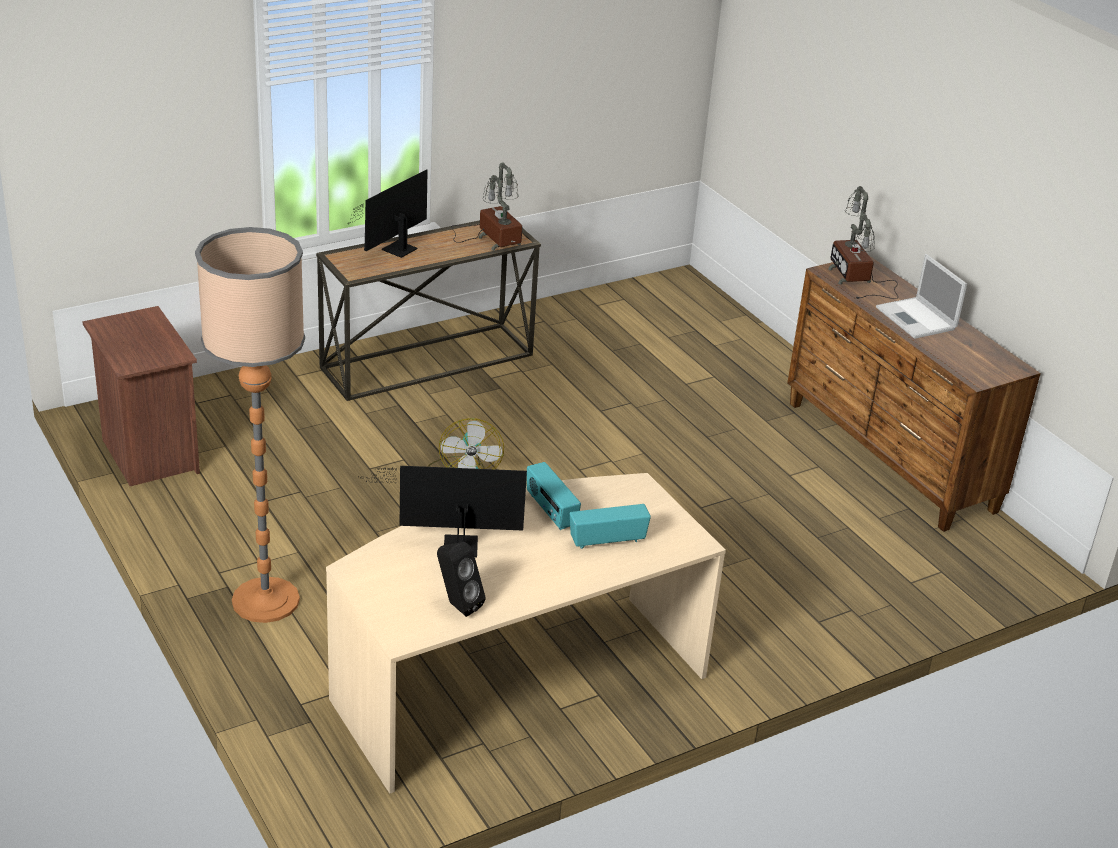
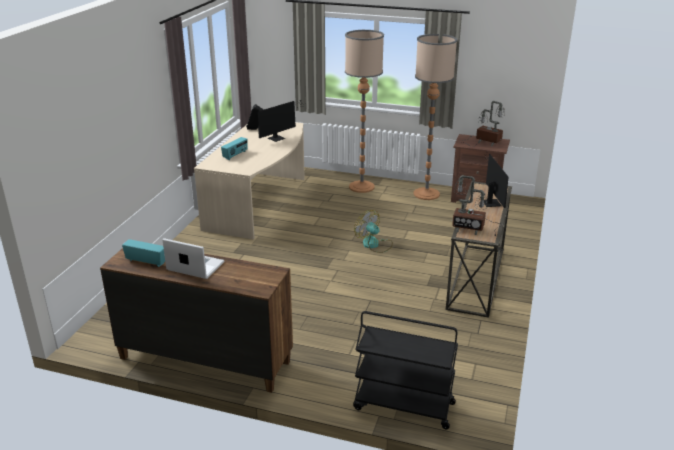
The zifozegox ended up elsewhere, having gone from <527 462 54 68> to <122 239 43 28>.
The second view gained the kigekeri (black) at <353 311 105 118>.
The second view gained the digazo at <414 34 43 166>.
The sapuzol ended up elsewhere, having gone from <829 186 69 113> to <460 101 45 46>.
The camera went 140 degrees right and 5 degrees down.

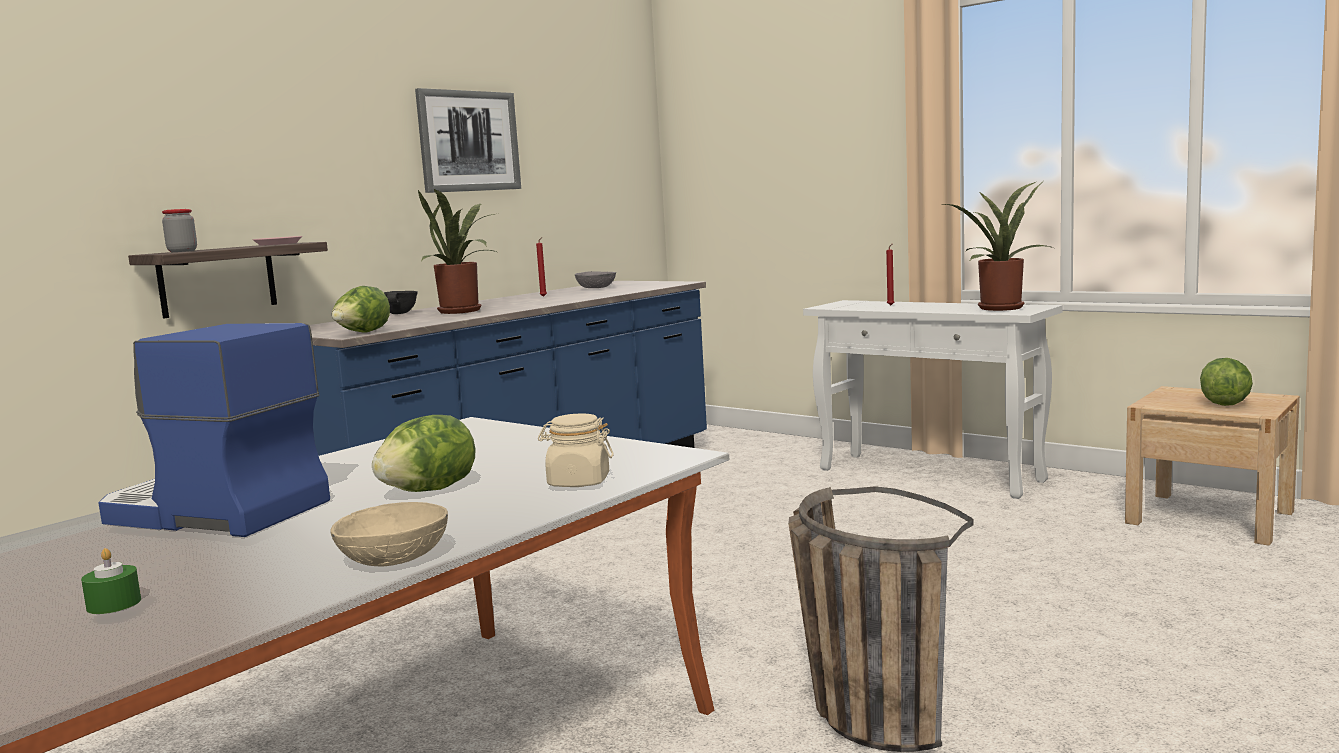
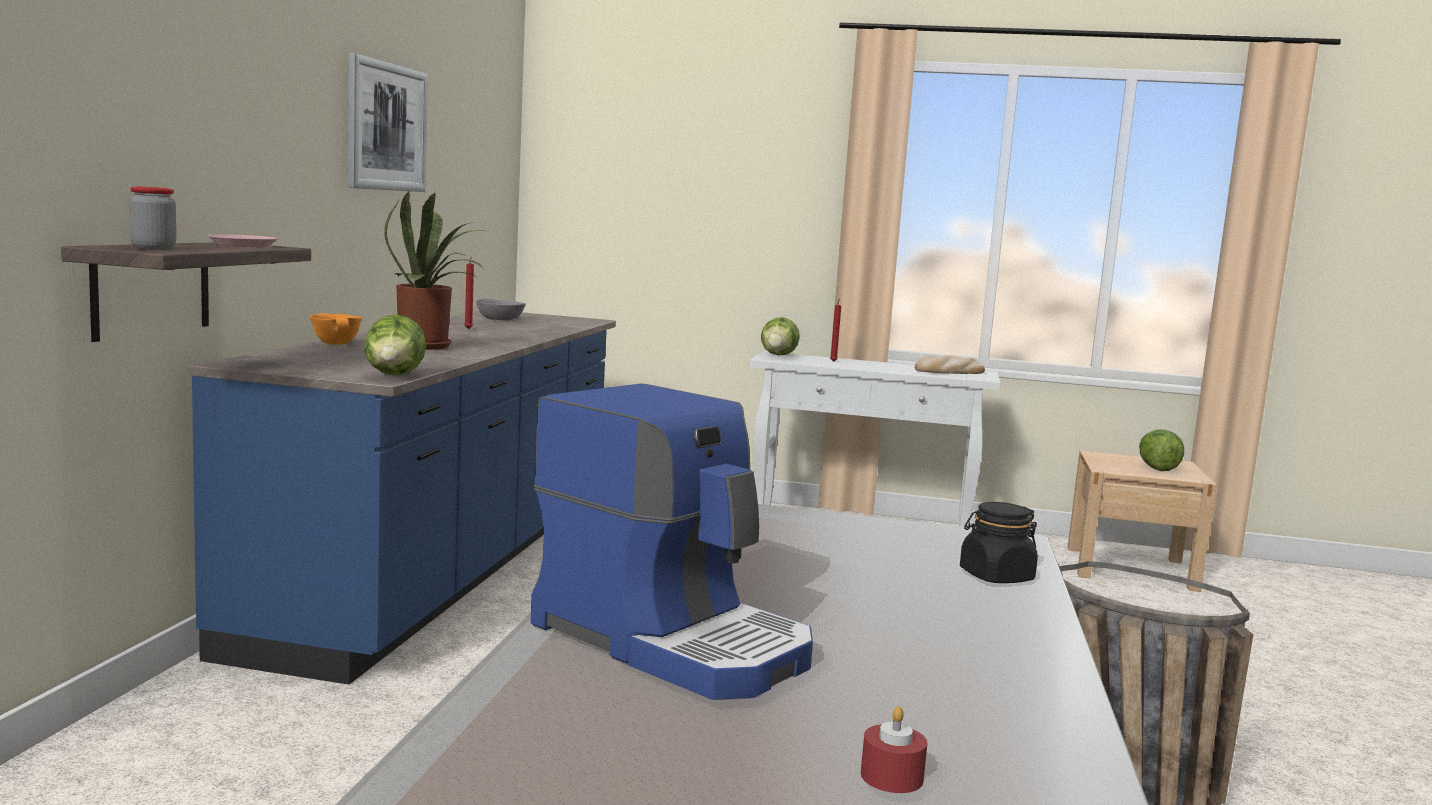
What was the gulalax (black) at <384 291 34 23> turned into the gulalax (orange) at <310 313 52 32>.
The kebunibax at <99 323 231 214> ended up facing another way, 135 degrees counterclockwise from before.
The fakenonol ended up elsewhere, having gone from <372 415 103 77> to <761 317 39 38>.
What was the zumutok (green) at <81 548 60 66> turned into the zumutok (red) at <861 706 66 87>.
Where the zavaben stood at <943 182 110 129>, the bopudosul came to stand at <915 355 70 19>.
What was the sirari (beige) at <538 414 76 73> turned into the sirari (black) at <960 502 78 81>.
The second view lost the gulalax (beige) at <330 502 118 65>.
The camera went 30 degrees left and 0 degrees up.

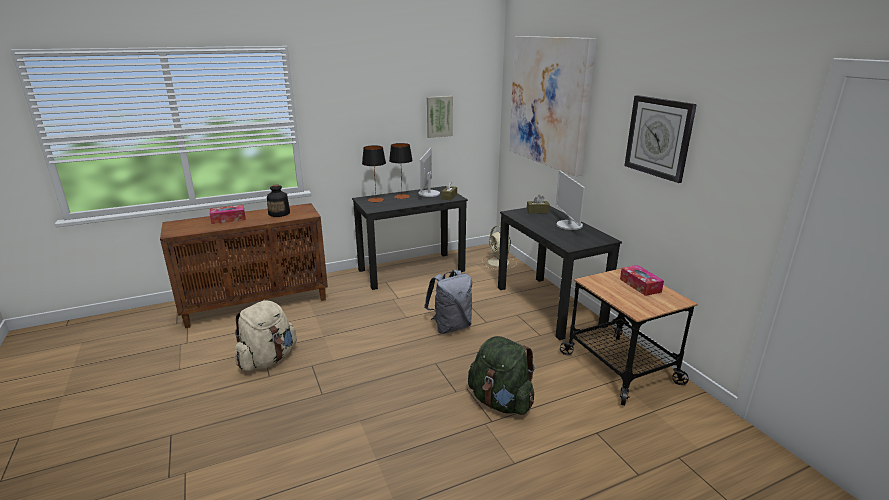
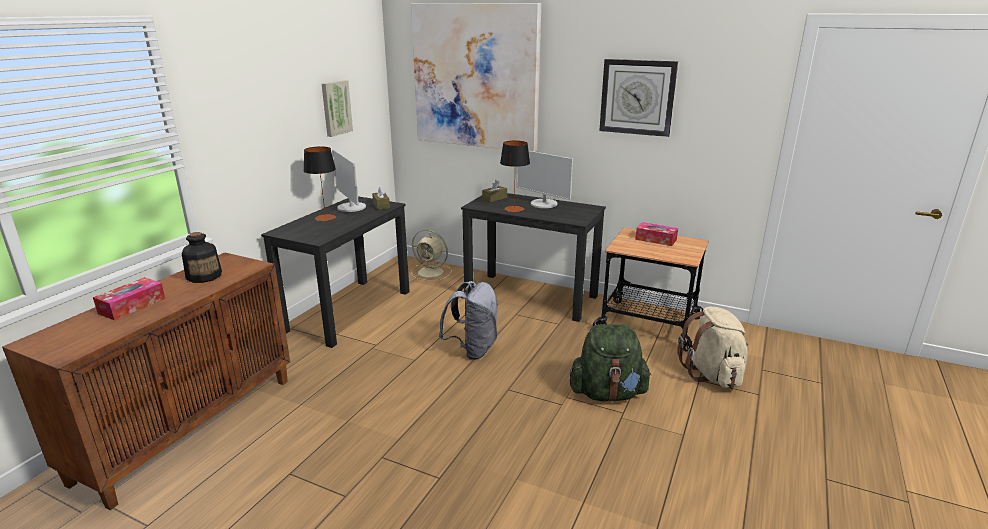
The sapuzol ended up elsewhere, having gone from <362 145 24 57> to <500 141 30 71>.
The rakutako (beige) ended up elsewhere, having gone from <235 300 62 71> to <677 307 71 81>.
The camera went 40 degrees left and 0 degrees up.

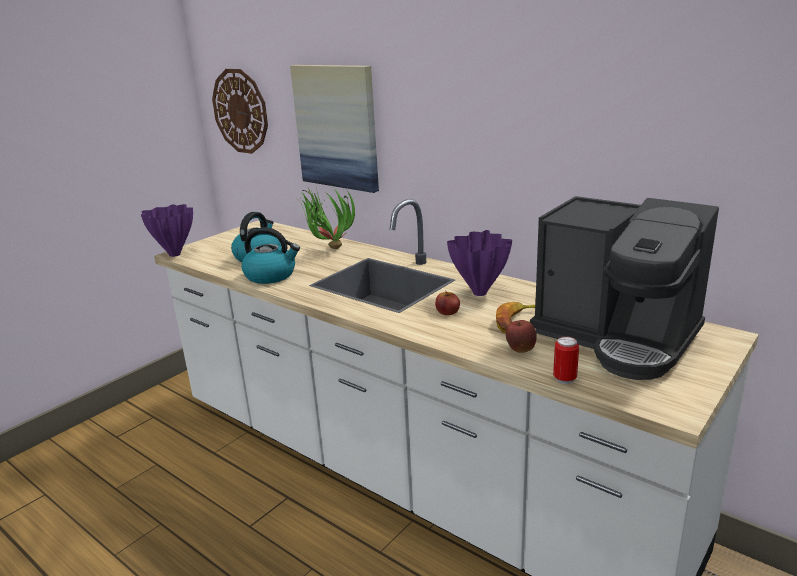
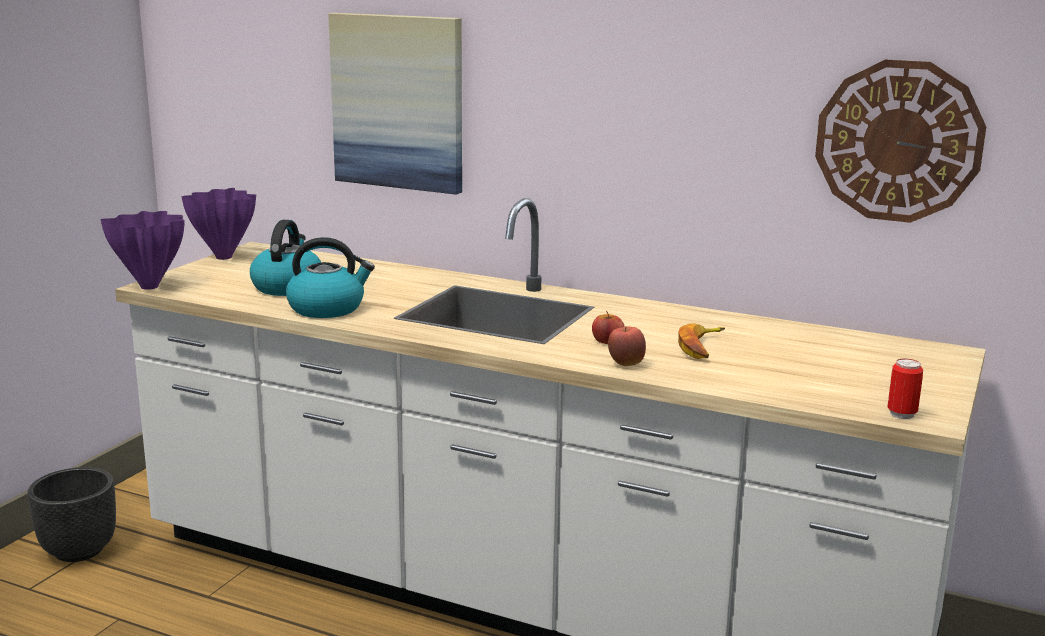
The second view gained the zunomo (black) at <27 467 89 95>.
The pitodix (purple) ended up elsewhere, having gone from <447 230 65 66> to <182 188 74 72>.
The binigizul ended up elsewhere, having gone from <506 320 31 33> to <608 326 38 40>.
The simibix ended up elsewhere, having gone from <212 69 56 85> to <815 60 171 163>.
The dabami ended up elsewhere, having gone from <553 336 26 48> to <888 359 35 60>.
The second view lost the zavaben at <296 185 59 64>.
The second view lost the kebunibax at <530 196 189 184>.
The camera went 15 degrees left and 5 degrees down.

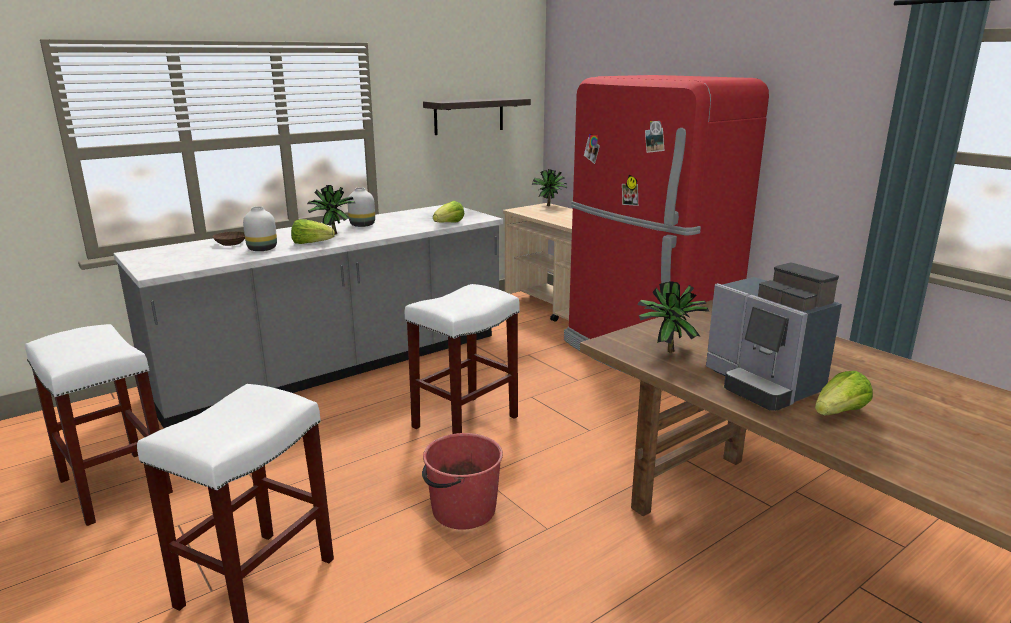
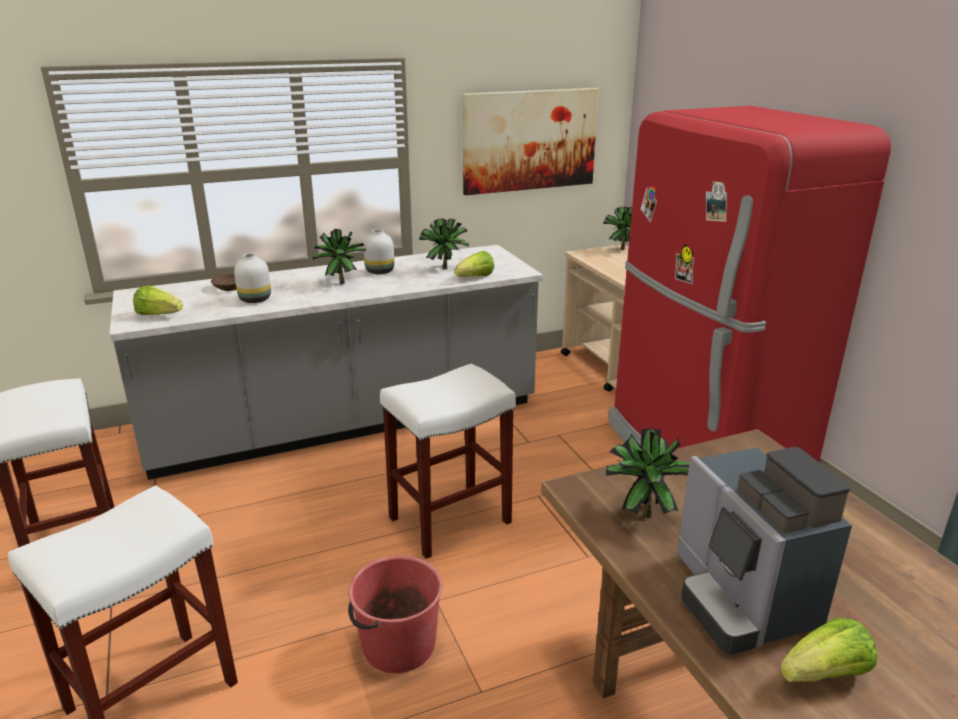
The fakenonol ended up elsewhere, having gone from <291 219 44 25> to <133 286 50 29>.
The second view gained the zavaben at <419 218 51 52>.
Where the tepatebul hung at <423 98 108 37>, the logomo came to hang at <462 88 137 107>.
The camera went 15 degrees right and 5 degrees up.

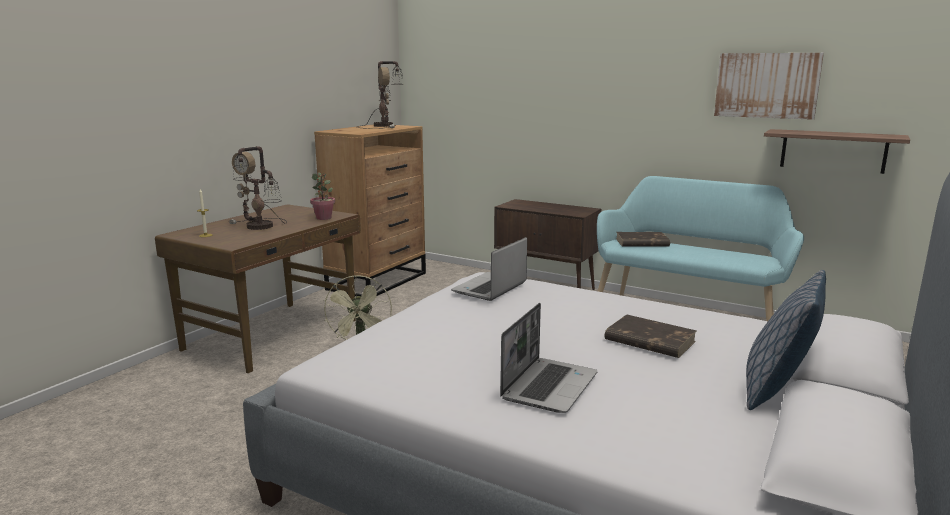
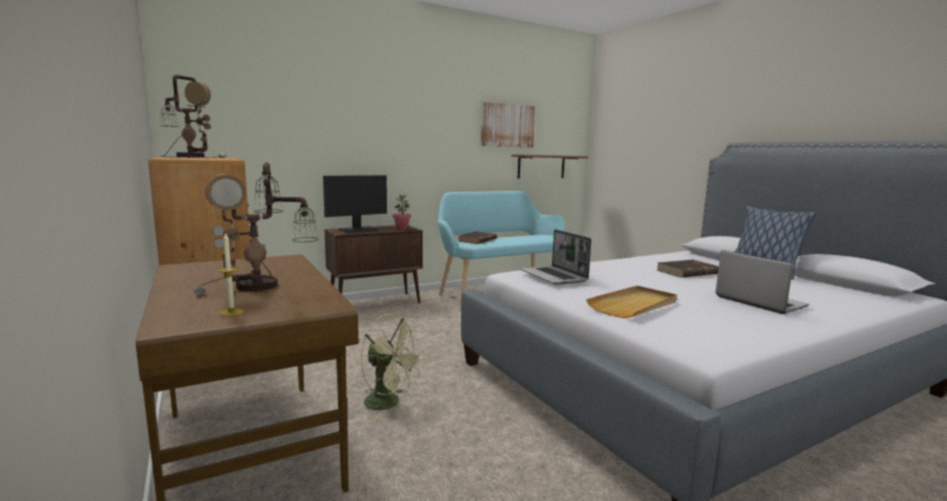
The second view gained the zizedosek at <323 175 64 58>.
The zavaben ended up elsewhere, having gone from <310 172 25 48> to <393 194 18 36>.
The second view gained the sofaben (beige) at <586 286 91 32>.
The camera went 60 degrees left and 5 degrees down.

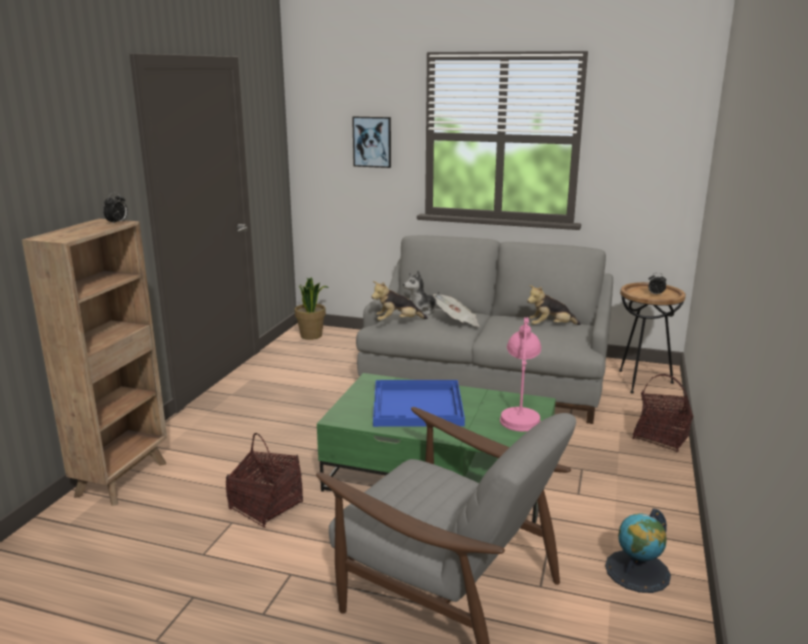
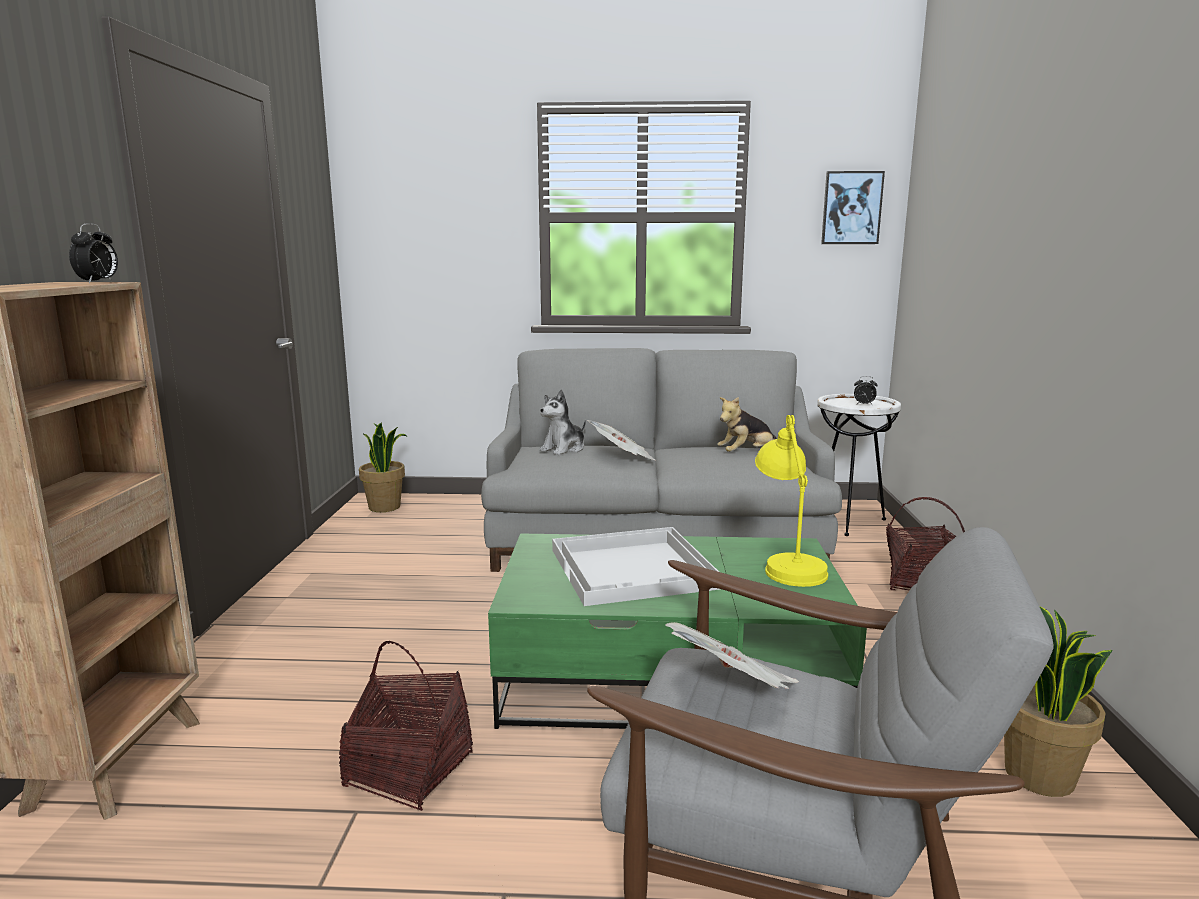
What was the sofaben (blue) at <373 380 92 47> turned into the sofaben (white) at <552 527 167 79>.
The second view gained the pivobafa at <665 622 134 67>.
What was the sapuzol (pink) at <500 317 41 115> turned into the sapuzol (yellow) at <755 415 73 172>.
What was the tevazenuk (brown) at <619 282 67 112> turned into the tevazenuk (white) at <817 394 84 142>.
The logomo ended up elsewhere, having gone from <352 116 39 52> to <821 171 64 73>.
Where the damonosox stood at <605 508 66 85>, the zavaben came to stand at <1004 606 109 191>.
The second view lost the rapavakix at <371 281 57 40>.
The camera went 15 degrees left and 5 degrees down.

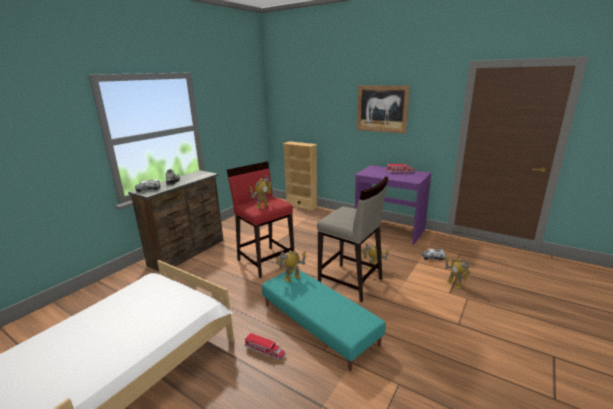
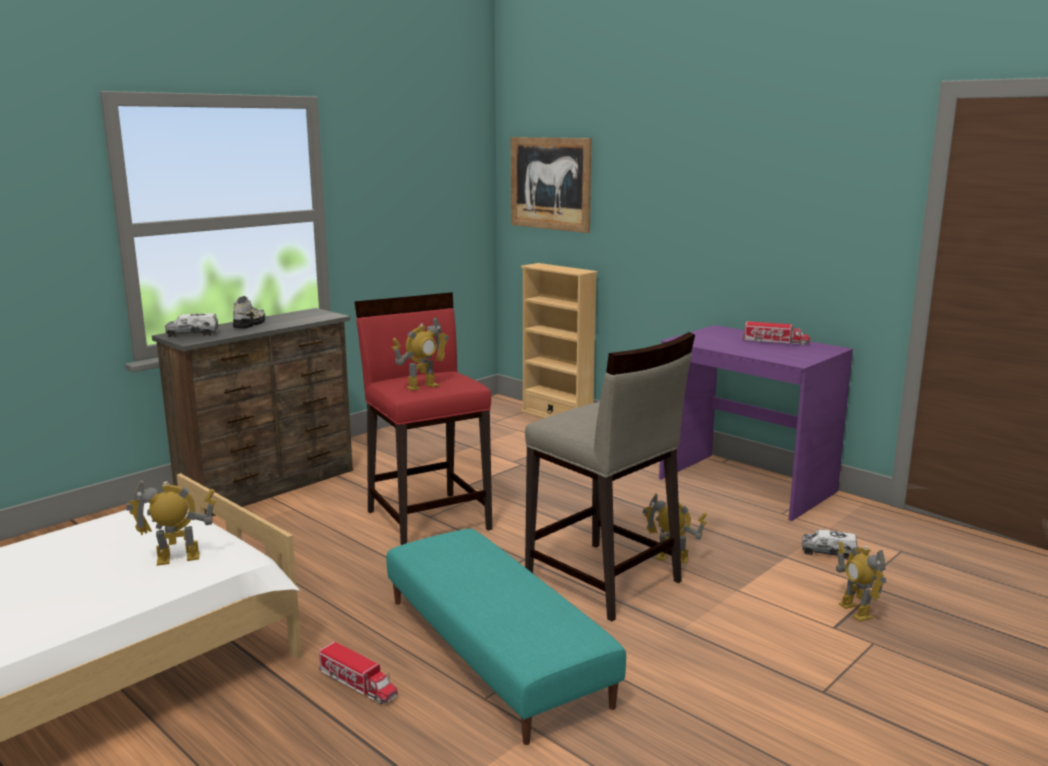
The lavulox ended up elsewhere, having gone from <276 250 31 32> to <126 479 90 87>.
The logomo ended up elsewhere, having gone from <357 85 53 49> to <511 137 81 96>.
The camera went 10 degrees right and 5 degrees down.

